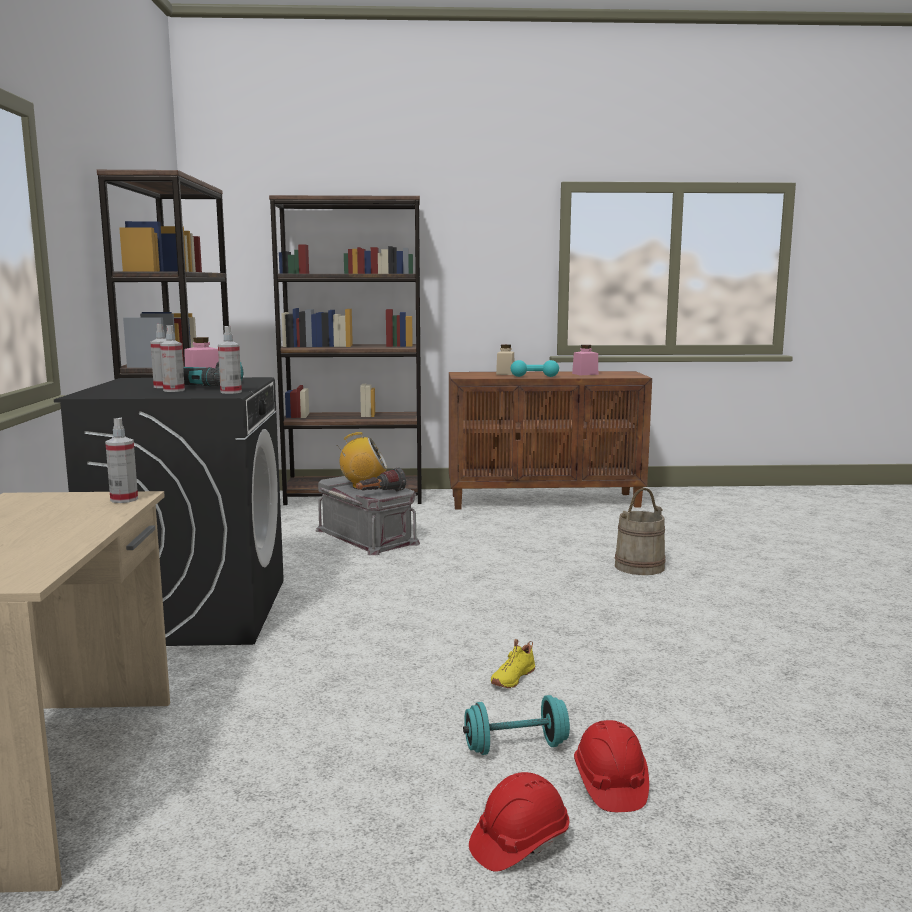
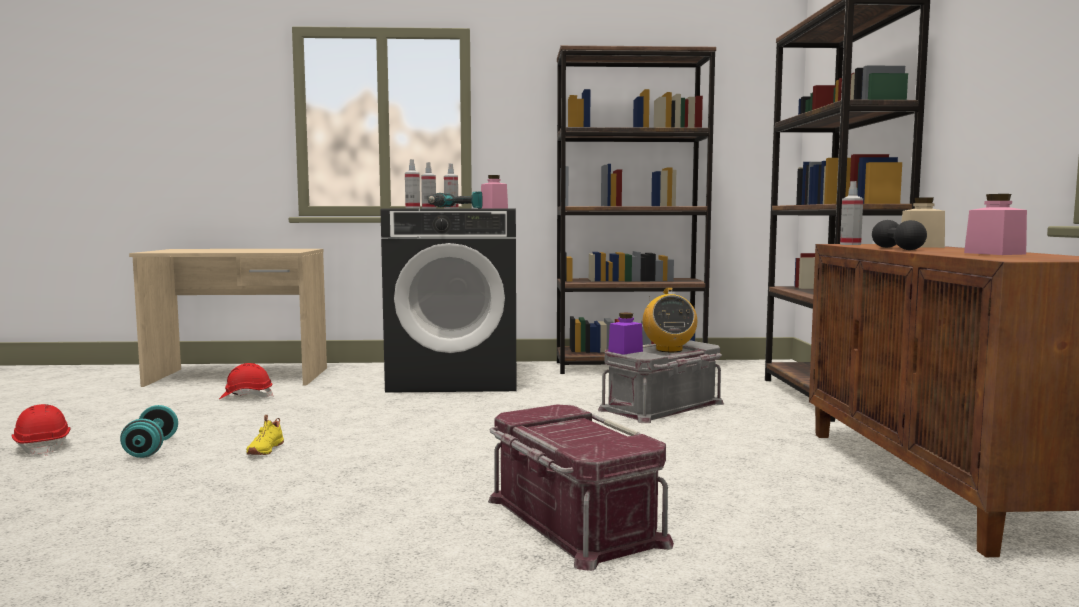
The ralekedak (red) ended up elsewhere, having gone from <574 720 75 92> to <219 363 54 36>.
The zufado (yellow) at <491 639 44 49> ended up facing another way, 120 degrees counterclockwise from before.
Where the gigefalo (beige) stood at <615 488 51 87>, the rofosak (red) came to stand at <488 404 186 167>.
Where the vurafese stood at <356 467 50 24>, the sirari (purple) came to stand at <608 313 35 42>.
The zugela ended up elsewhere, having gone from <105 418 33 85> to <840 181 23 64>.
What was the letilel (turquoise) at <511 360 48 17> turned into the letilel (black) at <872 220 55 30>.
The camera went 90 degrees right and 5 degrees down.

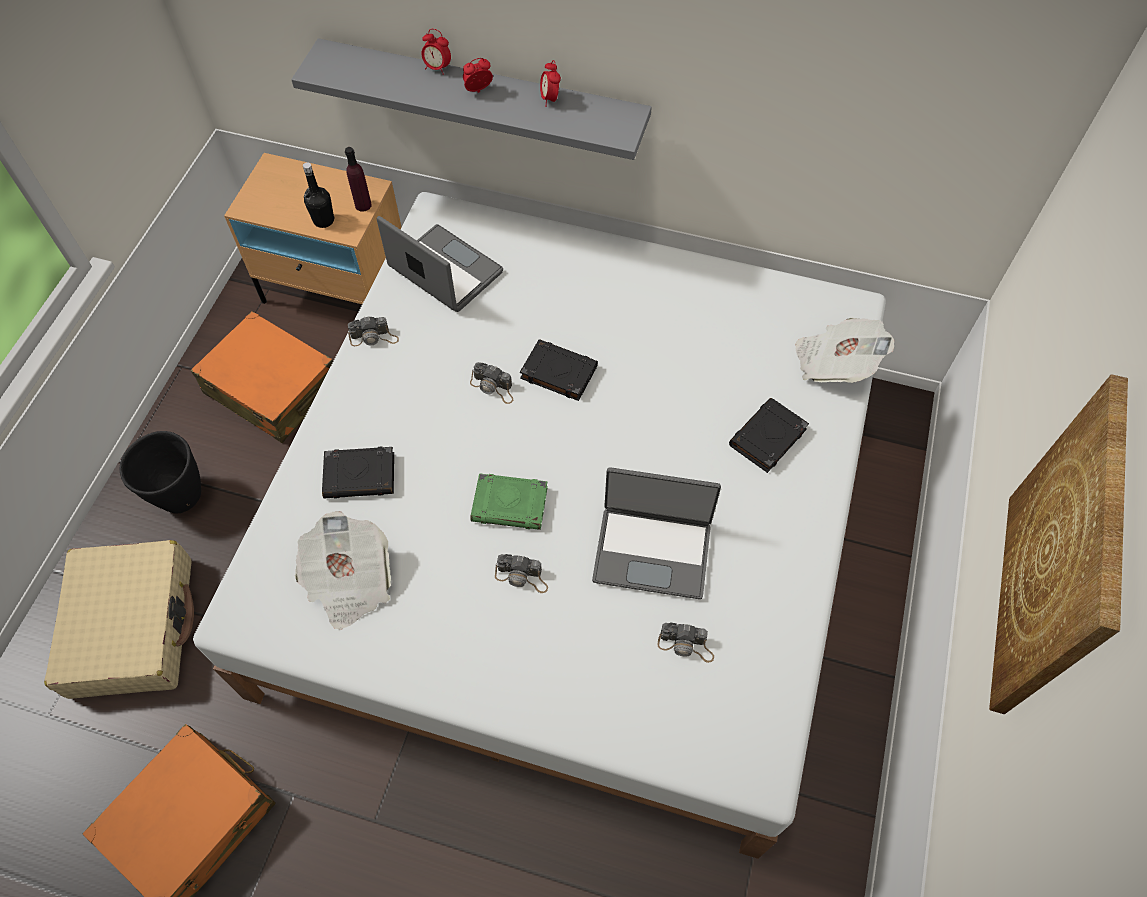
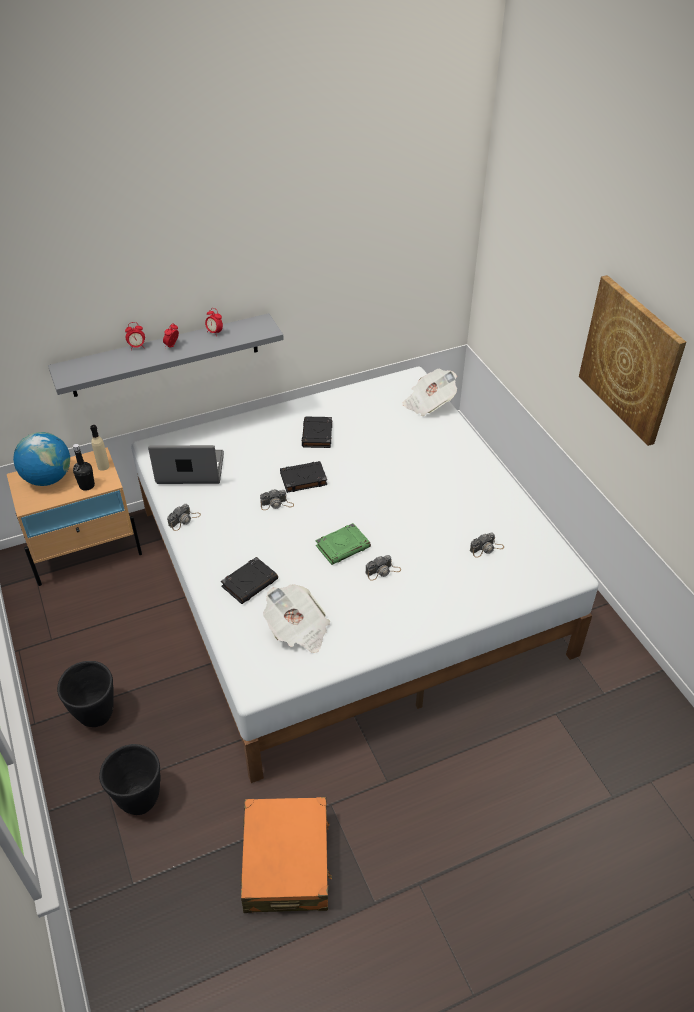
The second view gained the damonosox at <13 432 57 54>.
What was the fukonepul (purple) at <345 147 27 65> turned into the fukonepul (beige) at <90 425 19 46>.
Where the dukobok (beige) stood at <44 540 150 159>, the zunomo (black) came to stand at <99 744 62 71>.
The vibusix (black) ended up elsewhere, having gone from <729 398 80 75> to <302 417 30 31>.
The second view lost the dukobok (orange) at <191 311 142 132>.
The second view lost the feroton at <592 467 129 132>.
The camera went 40 degrees left and 15 degrees down.

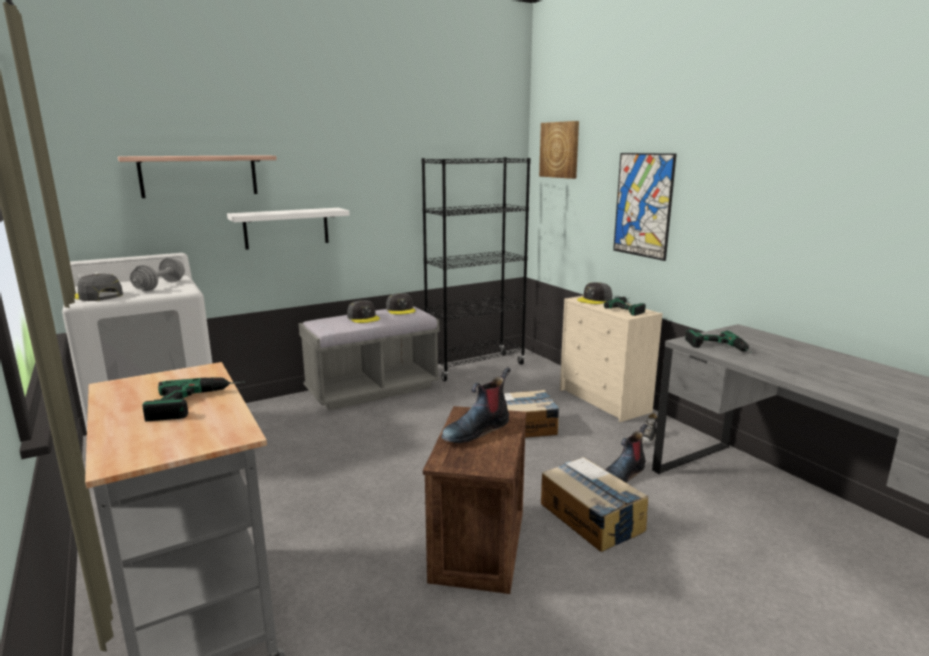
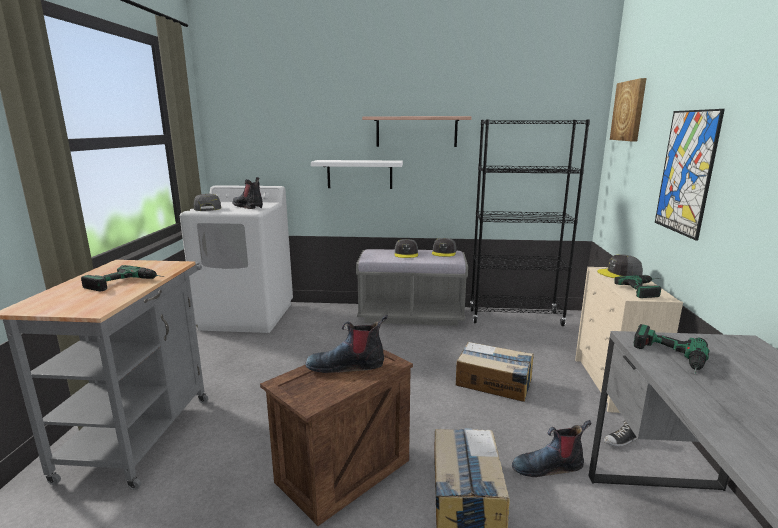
Where the letilel (grey) stood at <130 258 55 33>, the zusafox came to stand at <232 177 31 32>.
The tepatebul ended up elsewhere, having gone from <118 155 159 43> to <362 116 109 31>.
The camera went 35 degrees right and 0 degrees up.

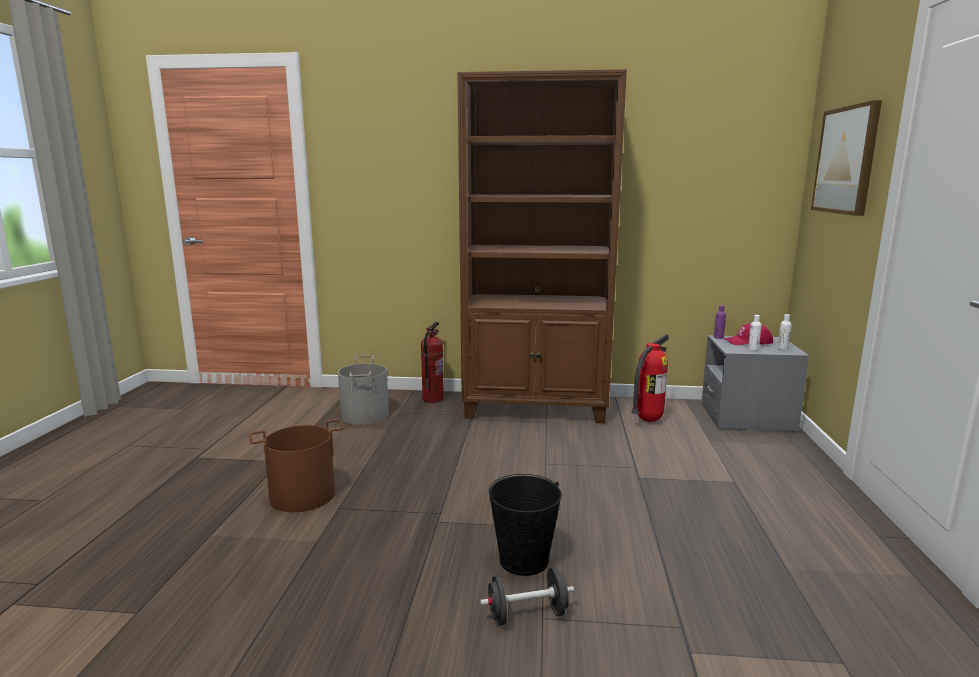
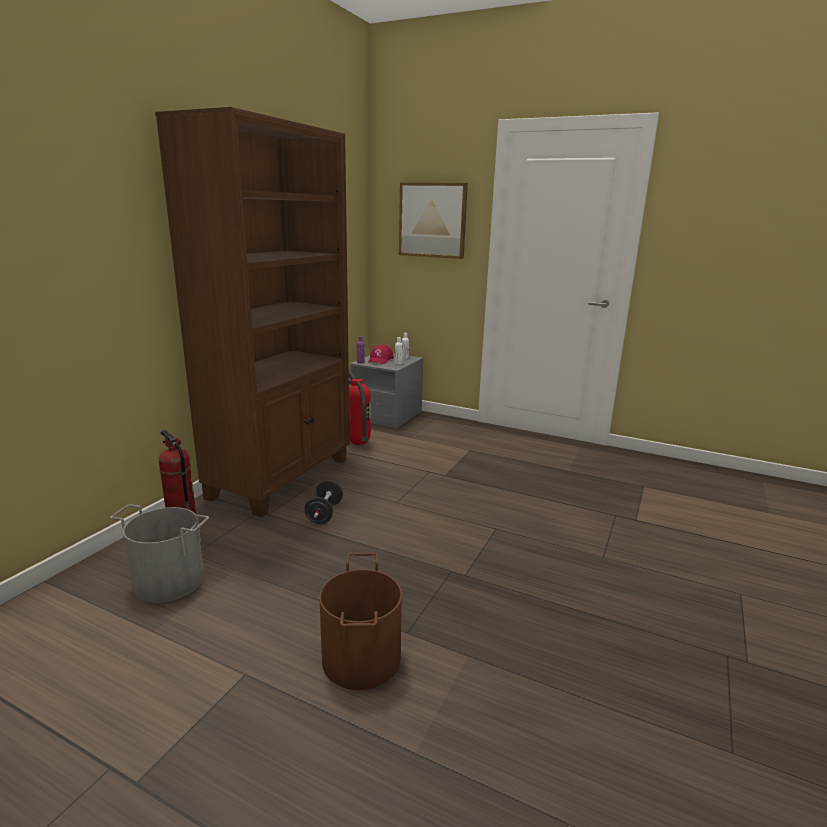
The letilel (black) ended up elsewhere, having gone from <480 567 94 58> to <304 480 39 44>.
The second view lost the gigefalo (black) at <489 474 73 102>.
The camera went 70 degrees left and 5 degrees up.

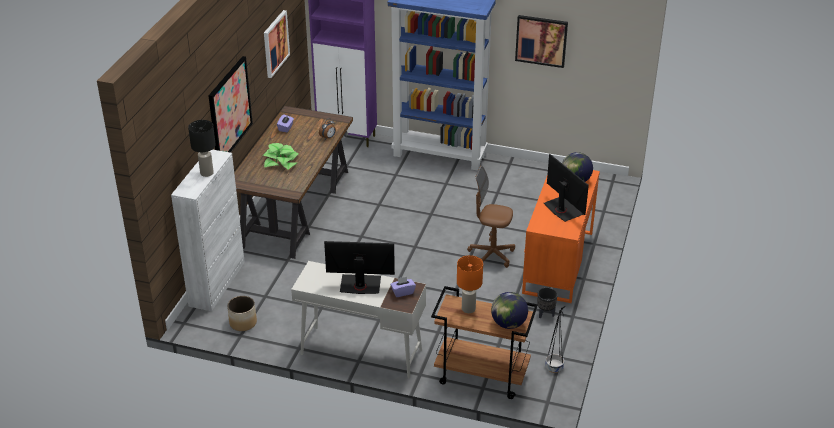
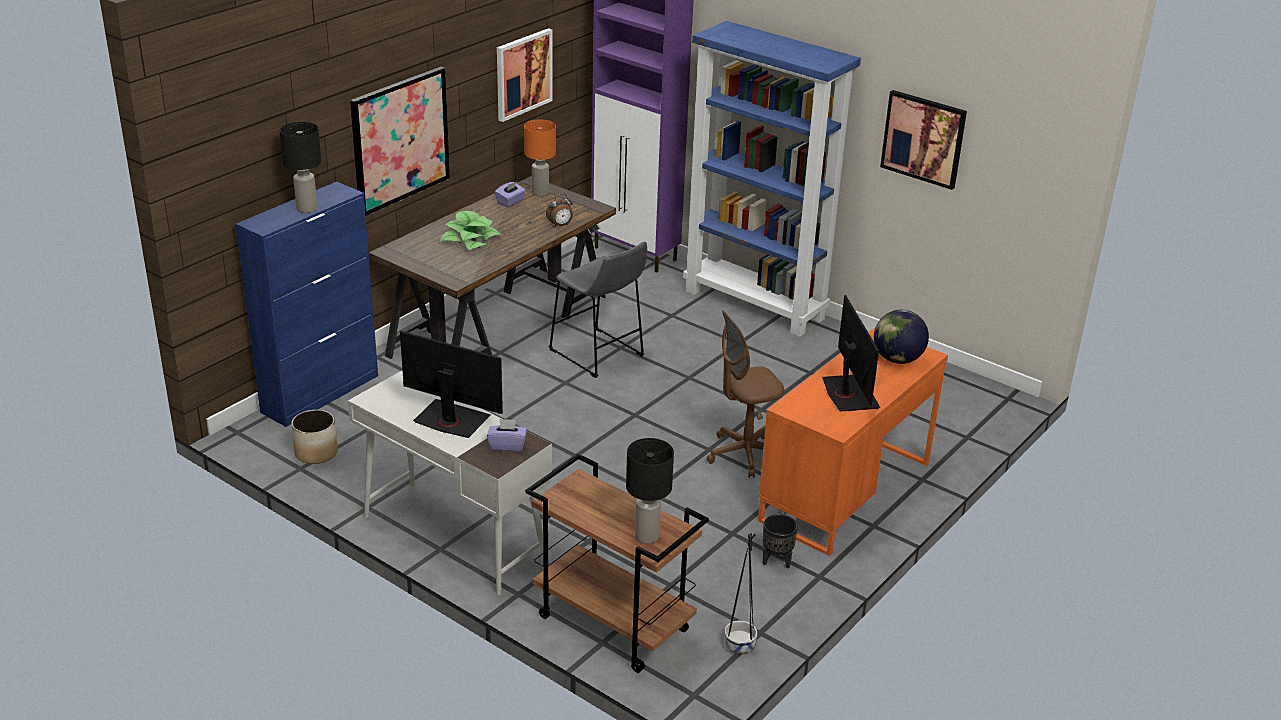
What was the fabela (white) at <171 149 74 162> turned into the fabela (blue) at <236 182 142 245>.
The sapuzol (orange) ended up elsewhere, having gone from <457 255 26 58> to <524 119 32 77>.
The second view gained the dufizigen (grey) at <549 242 98 136>.
Where the damonosox stood at <491 292 37 37>, the sapuzol (black) came to stand at <626 438 48 106>.
The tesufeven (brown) at <467 166 48 102> ended up facing another way, 60 degrees counterclockwise from before.
The camera went 20 degrees right and 5 degrees down.

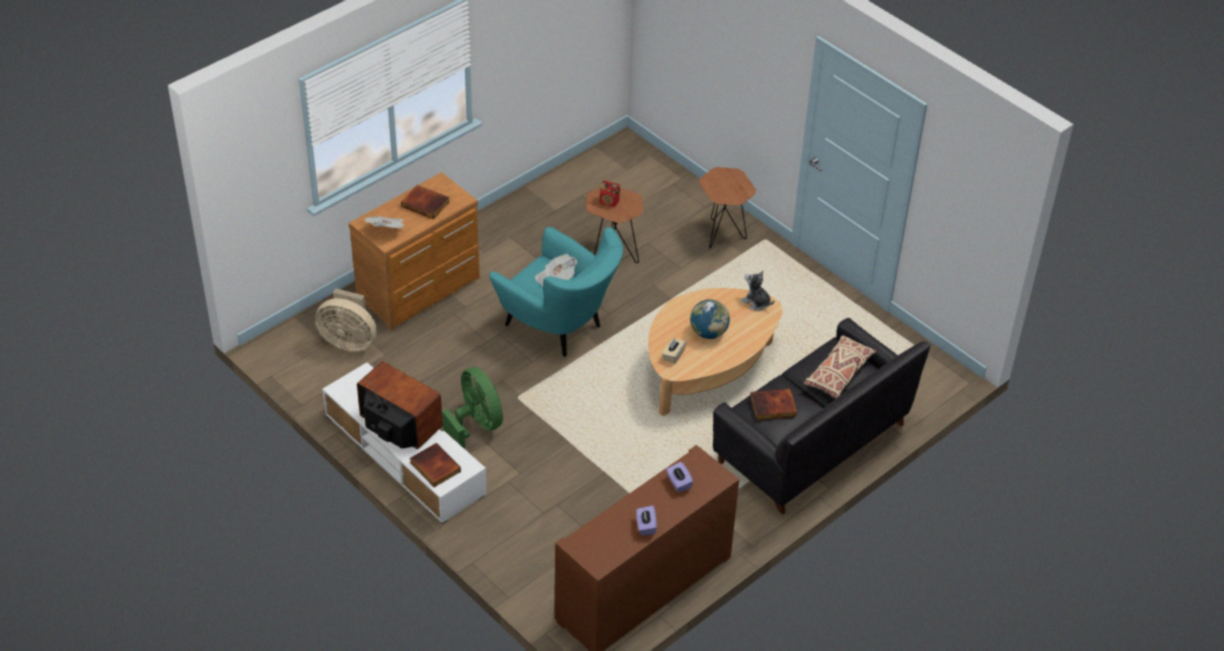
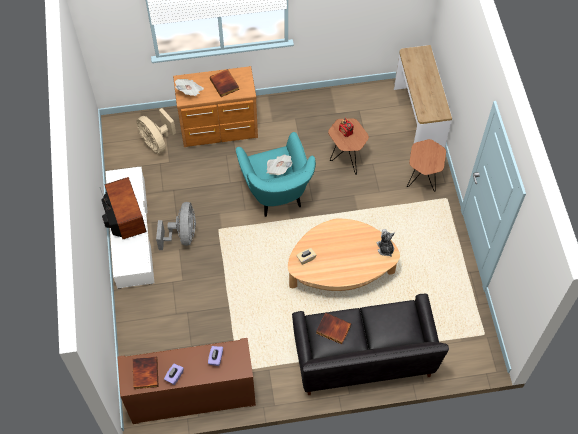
The vibusix ended up elsewhere, having gone from <410 443 51 44> to <133 357 25 32>.
What was the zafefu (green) at <442 367 61 82> turned into the zafefu (grey) at <156 202 40 48>.
The second view gained the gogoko at <394 45 58 103>.
The second view lost the damonosox at <690 299 40 40>.
The second view lost the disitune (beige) at <804 335 72 63>.
The camera went 35 degrees right and 15 degrees up.

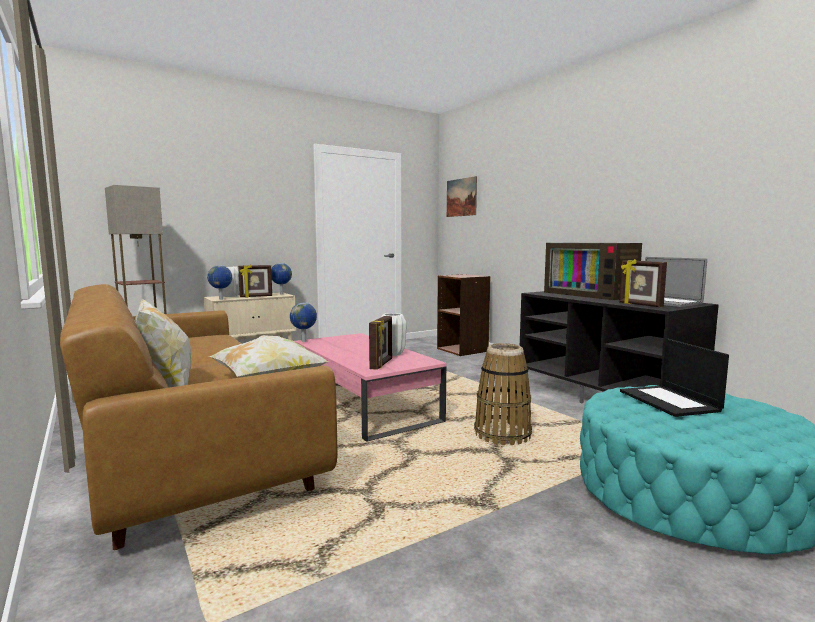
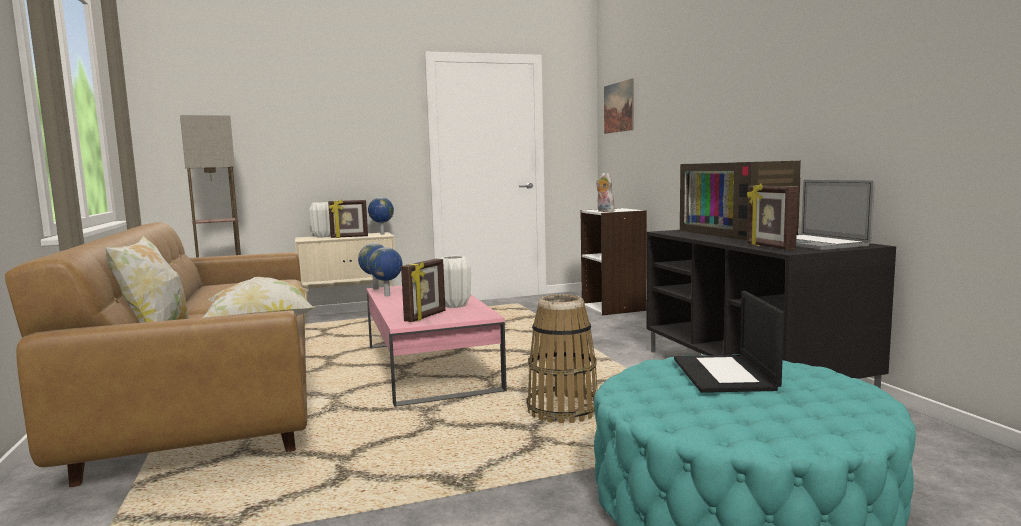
The damonosox ended up elsewhere, having gone from <207 265 25 35> to <368 247 35 49>.
What was the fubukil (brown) at <437 274 53 82> turned into the fubukil (white) at <581 208 66 107>.
The second view gained the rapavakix at <596 173 19 39>.
The camera went 15 degrees right and 0 degrees up.

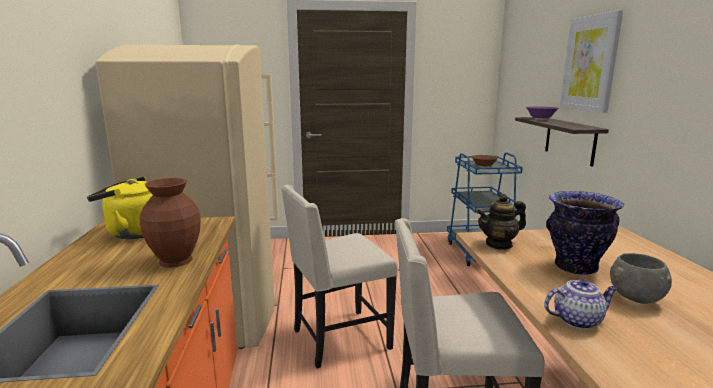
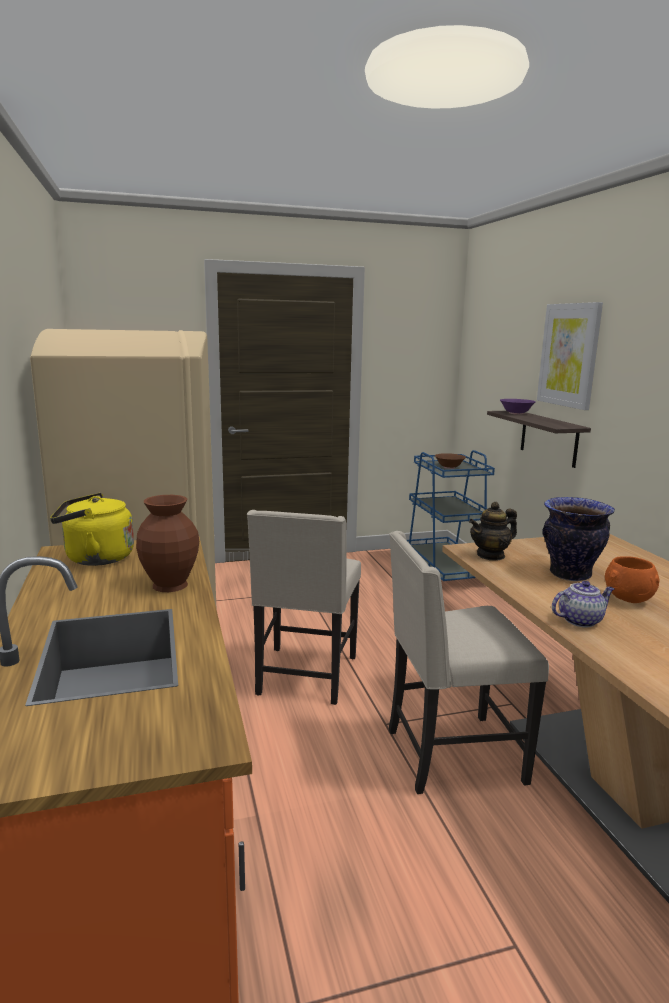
The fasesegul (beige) at <281 185 117 183> ended up facing another way, 45 degrees counterclockwise from before.
What was the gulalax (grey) at <610 253 62 51> turned into the gulalax (orange) at <605 556 54 47>.
The camera went 10 degrees left and 0 degrees up.

